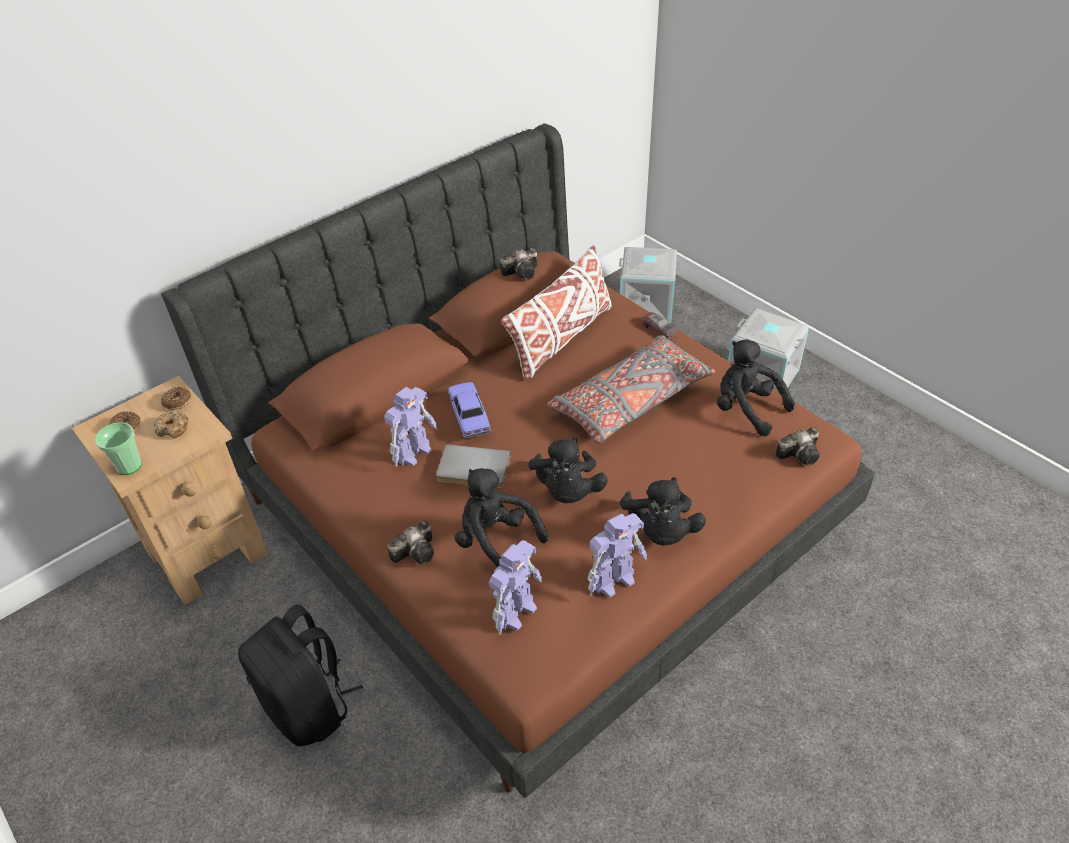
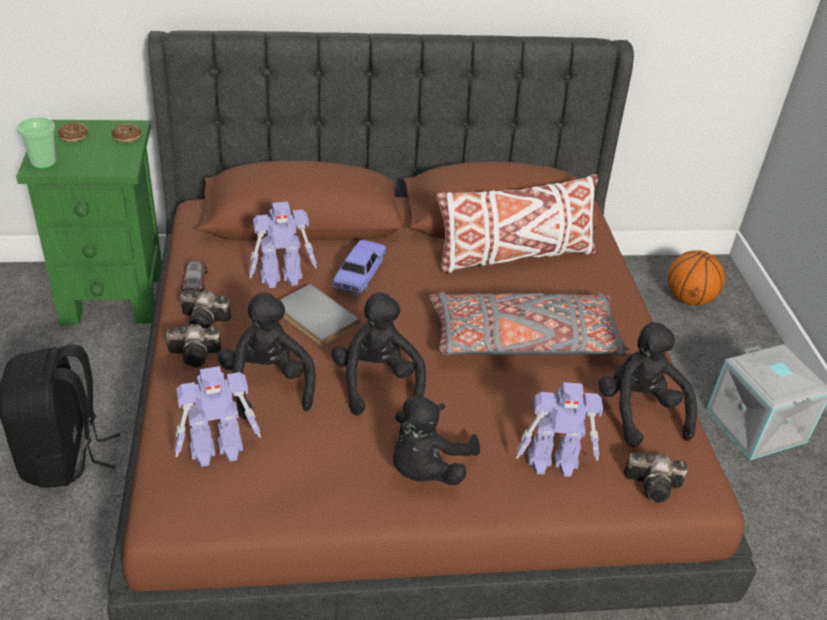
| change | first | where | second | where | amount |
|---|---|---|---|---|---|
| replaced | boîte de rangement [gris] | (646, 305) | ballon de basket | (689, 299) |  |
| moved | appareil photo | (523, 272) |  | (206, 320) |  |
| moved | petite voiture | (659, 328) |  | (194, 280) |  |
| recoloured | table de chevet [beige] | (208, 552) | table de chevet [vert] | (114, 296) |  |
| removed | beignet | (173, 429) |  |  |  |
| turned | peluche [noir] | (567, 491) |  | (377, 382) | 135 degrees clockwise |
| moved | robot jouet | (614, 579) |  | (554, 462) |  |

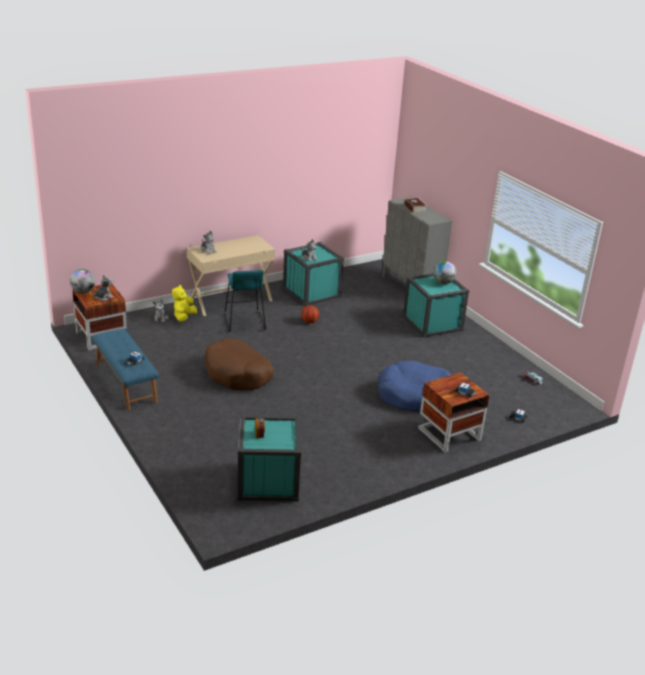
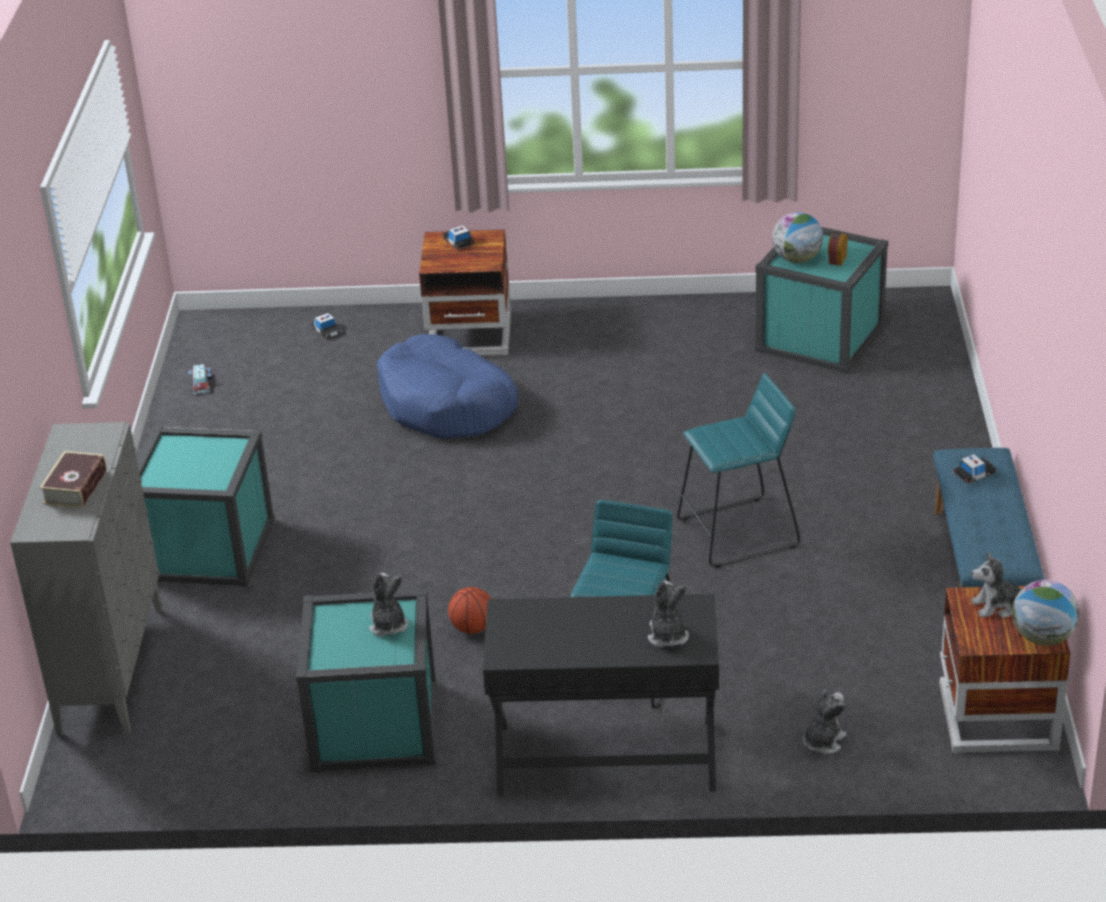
| change | first | where | second | where | amount |
|---|---|---|---|---|---|
| recoloured | bureau [beige] | (230, 300) | bureau [noir] | (606, 758) |  |
| moved | globe | (443, 283) |  | (797, 259) |  |
| removed | peluche [jaune] | (184, 317) |  |  |  |
| replaced | panier pour chien [marron] | (238, 374) | tabouret [turquoise] | (738, 533) |  |

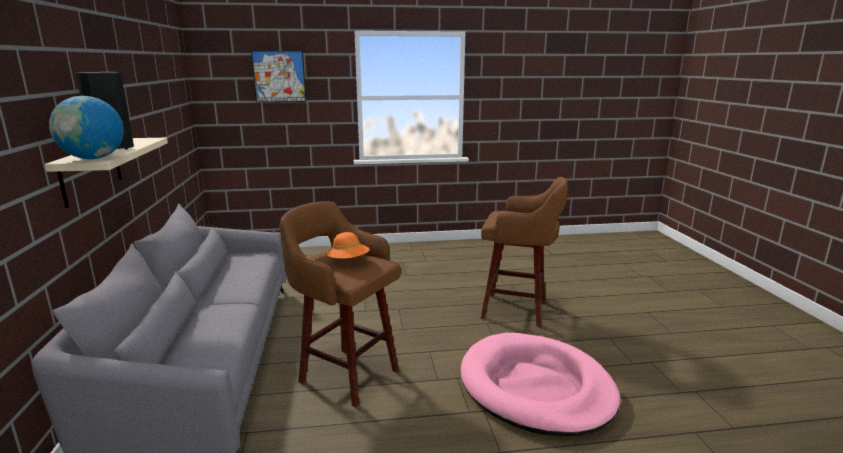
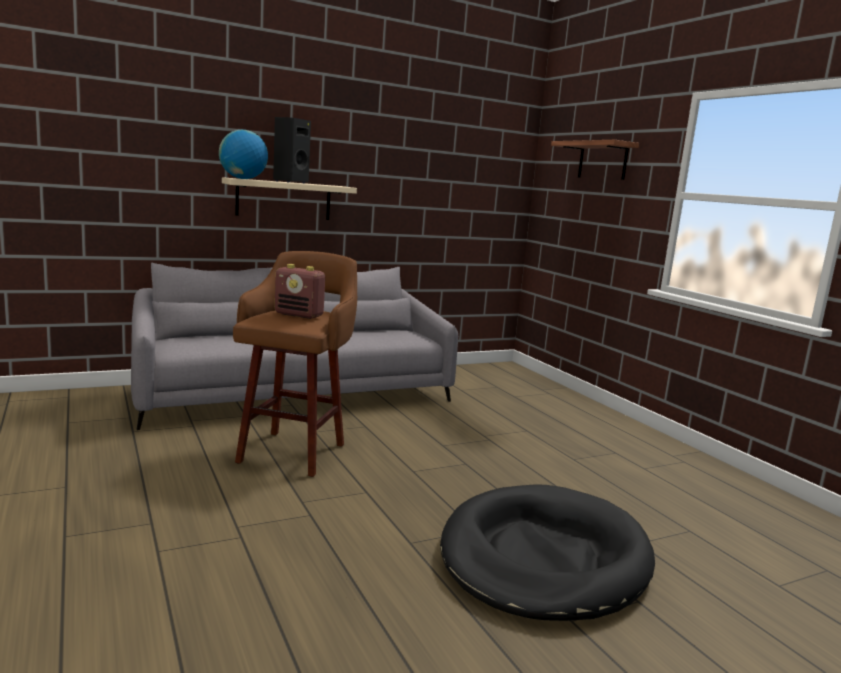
| change | first | where | second | where | amount |
|---|---|---|---|---|---|
| replaced | tableau | (279, 76) | étagère | (602, 161) |  |
| replaced | tabouret [marron] | (517, 311) | panier pour chien [noir] | (544, 558) |  |
| replaced | chapeau [orange] | (348, 261) | radio | (299, 315) |  |
| removed | panier pour chien [rose] | (536, 388) |  |  |  |

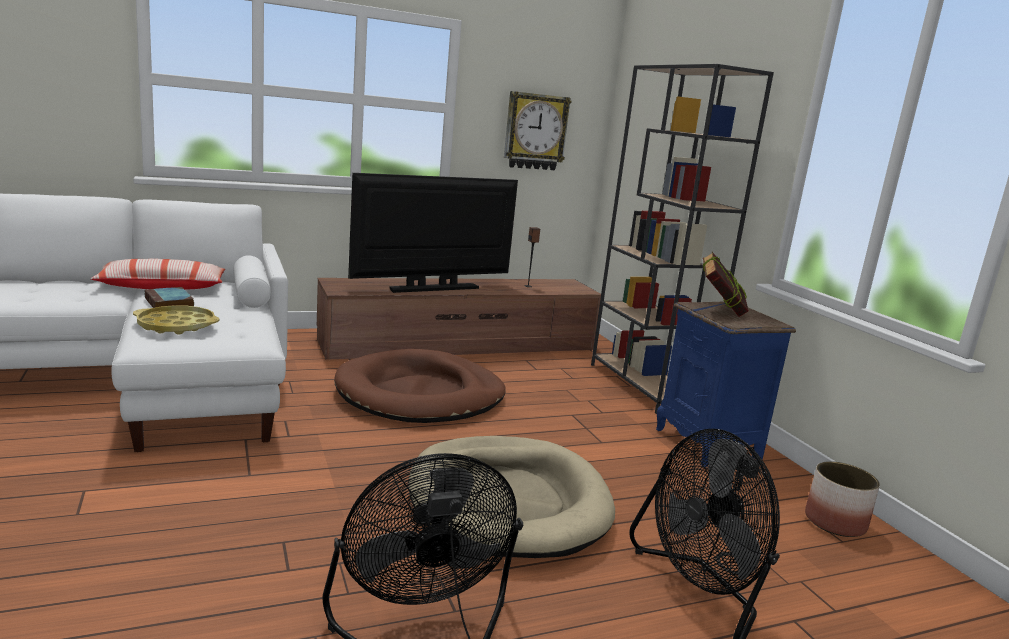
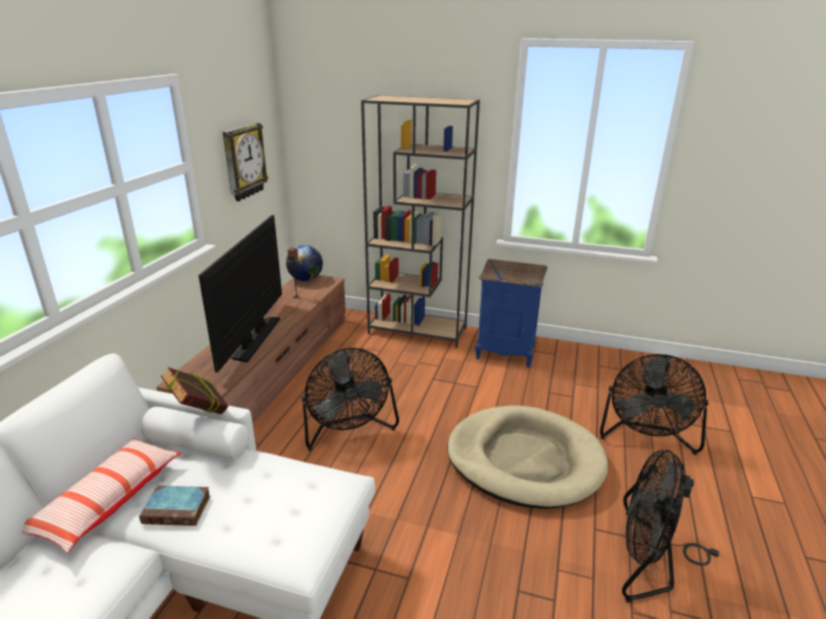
| change | first | where | second | where | amount |
|---|---|---|---|---|---|
| moved | livre | (719, 311) |  | (199, 415) |  |
| removed | plateau [jaune] | (176, 326) |  |  |  |
| replaced | panier pour chien [marron] | (420, 394) | ventilateur [noir] | (344, 429) |  |
| removed | cache-pot | (835, 523) |  |  |  |
| added |  |  | globe | (305, 279) |  |

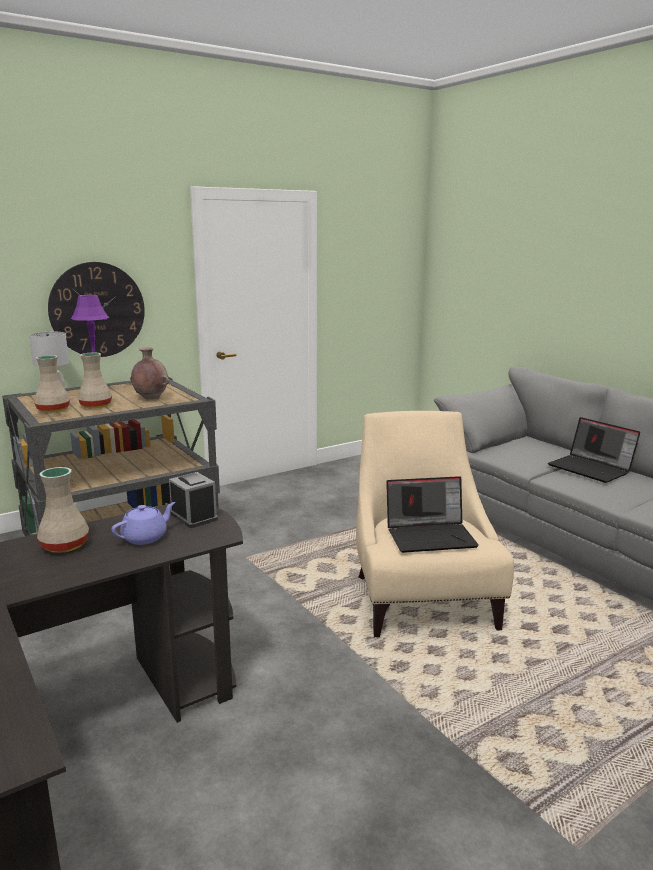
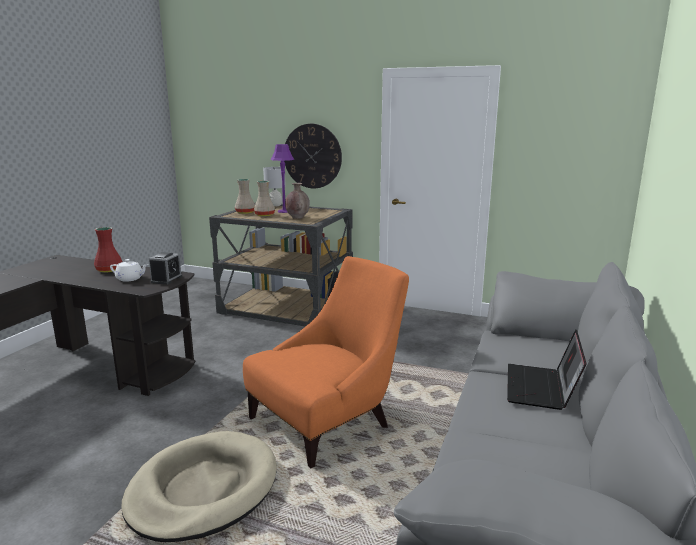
| change | first | where | second | where | amount |
|---|---|---|---|---|---|
| recoloured | fauteuil [beige] | (421, 593) | fauteuil [orange] | (329, 418) |  |
| recoloured | vase [beige] | (65, 545) | vase [rouge] | (110, 270) |  |
| removed | ordinateur portable | (431, 536) |  |  |  |
| recoloured | théière [violet] | (145, 537) | théière [blanc] | (130, 279) |  |
| added |  |  | panier pour chien [beige] | (203, 489) |  |

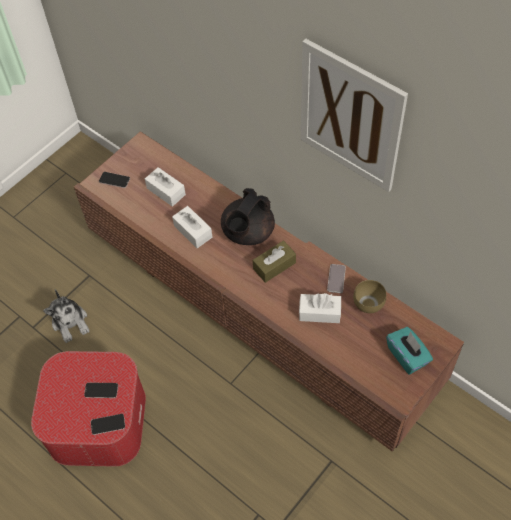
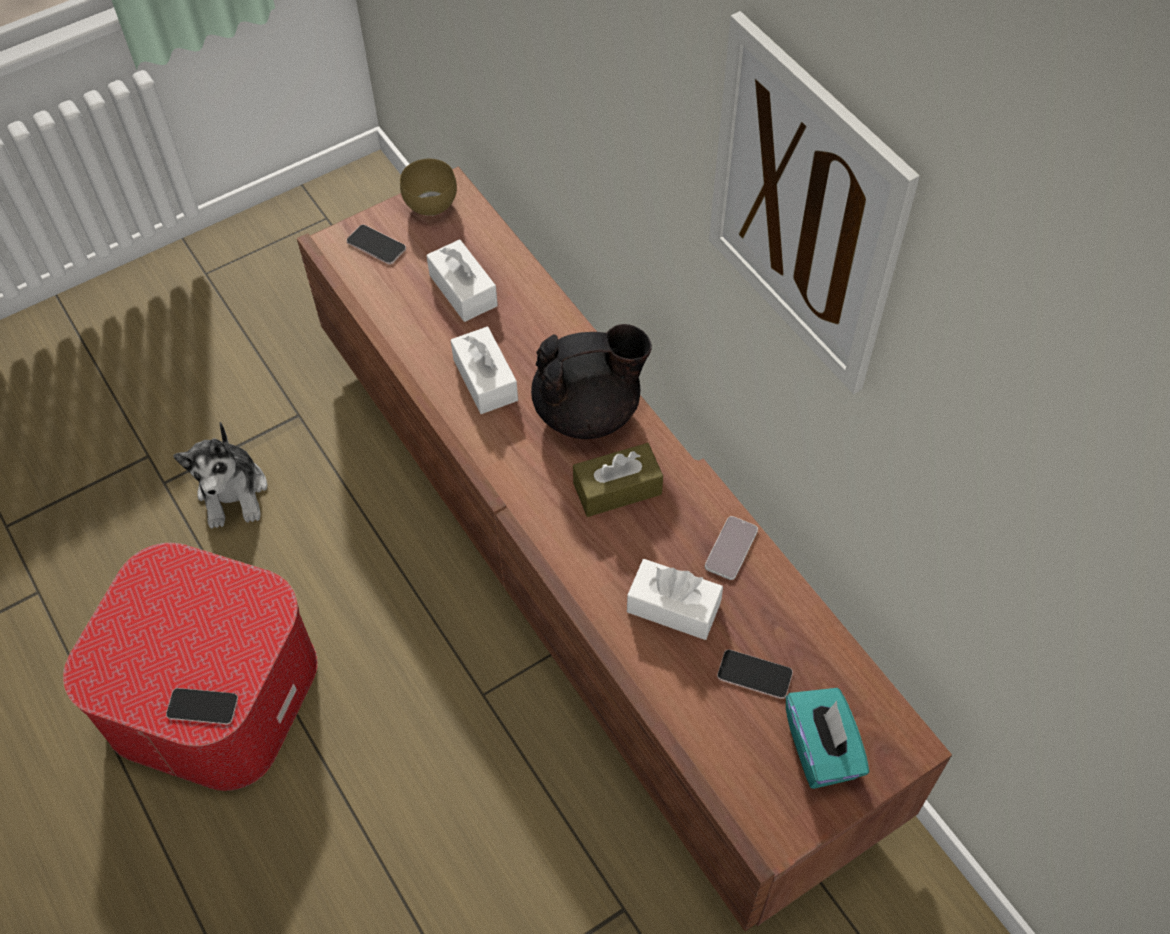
| change | first | where | second | where | amount |
|---|---|---|---|---|---|
| turned | théière [noir] | (247, 233) |  | (588, 410) | 150 degrees counterclockwise |
| moved | bol [marron] | (368, 303) |  | (431, 203) |  |
| moved | téléphone | (101, 390) |  | (754, 674) |  |

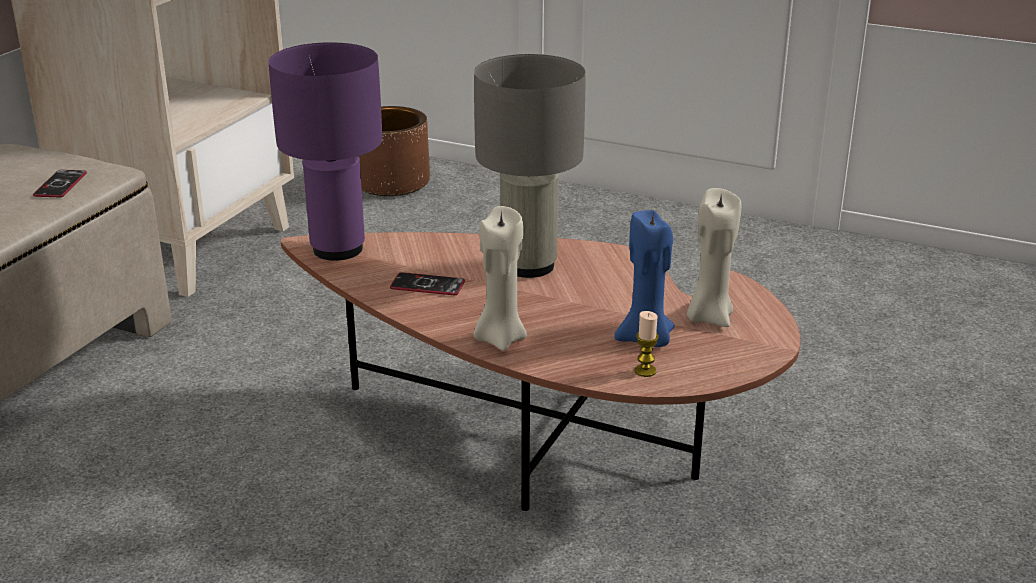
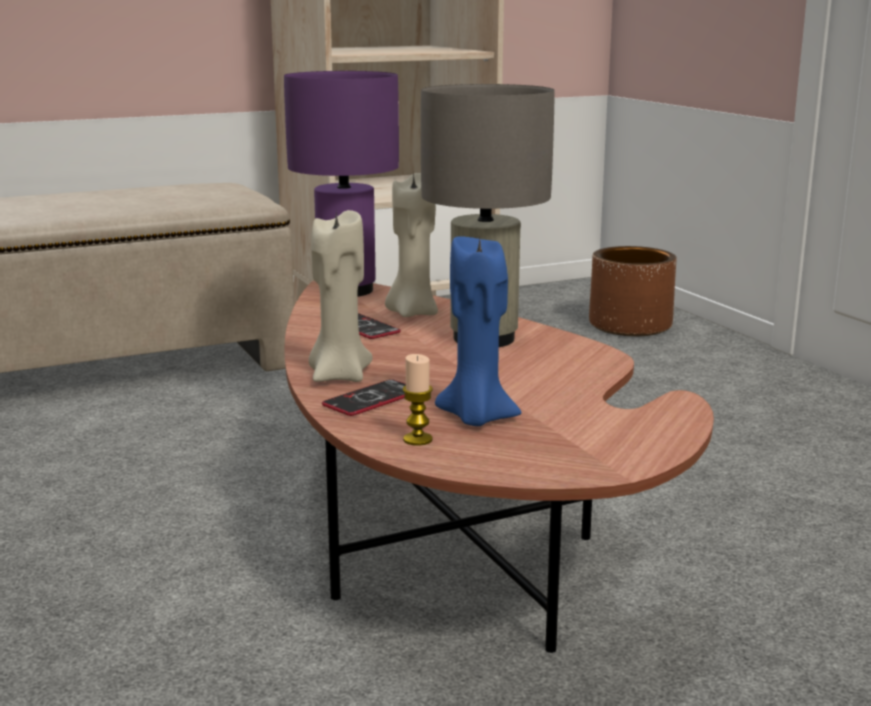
| change | first | where | second | where | amount |
|---|---|---|---|---|---|
| moved | téléphone | (60, 185) |  | (371, 399) |  |
| moved | bougie [beige] | (709, 317) |  | (412, 313) |  |

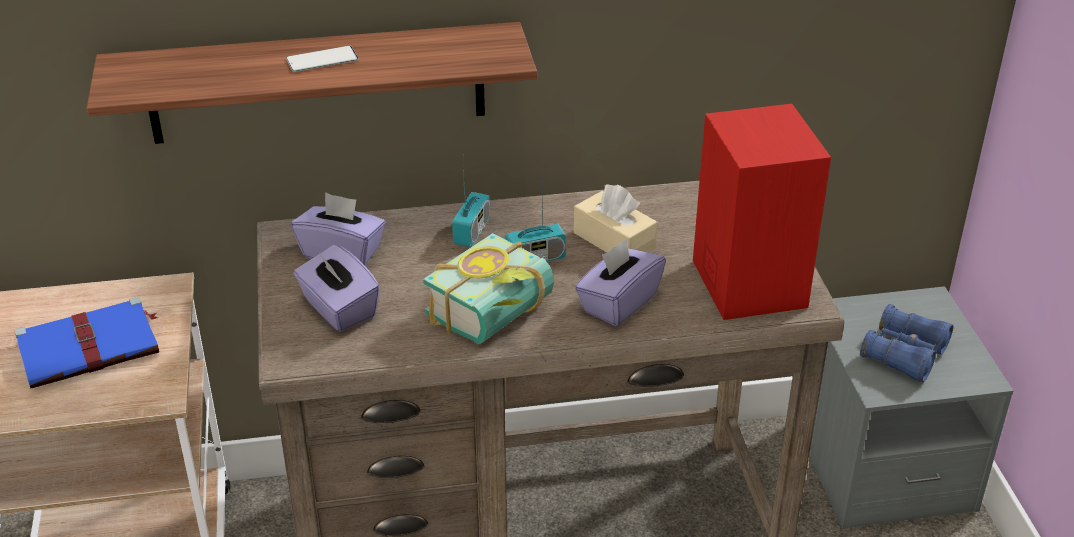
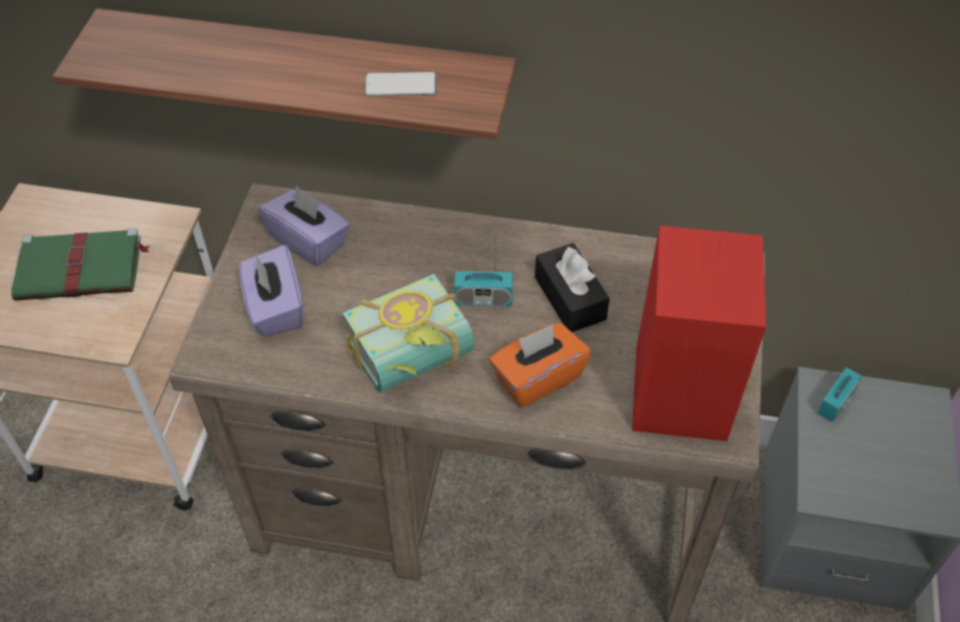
| change | first | where | second | where | amount |
|---|---|---|---|---|---|
| moved | téléphone | (322, 59) |  | (401, 85) |  |
| moved | radio | (472, 232) |  | (836, 402) |  |
| recoloured | boîte à mouchoirs [beige] | (614, 241) | boîte à mouchoirs [noir] | (570, 298) |  |
| recoloured | boîte à mouchoirs [violet] | (618, 303) | boîte à mouchoirs [orange] | (537, 378) |  |
| recoloured | livre [bleu] | (91, 347) | livre [vert] | (82, 268) |  |
| removed | jumelles [bleu] | (904, 354) |  |  |  |

